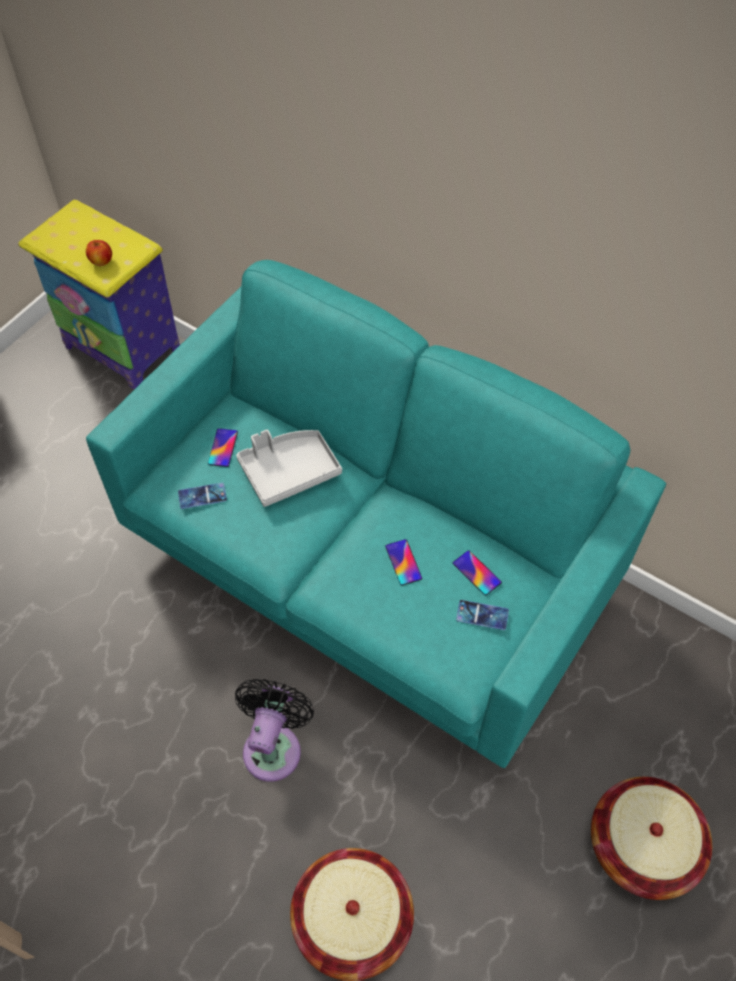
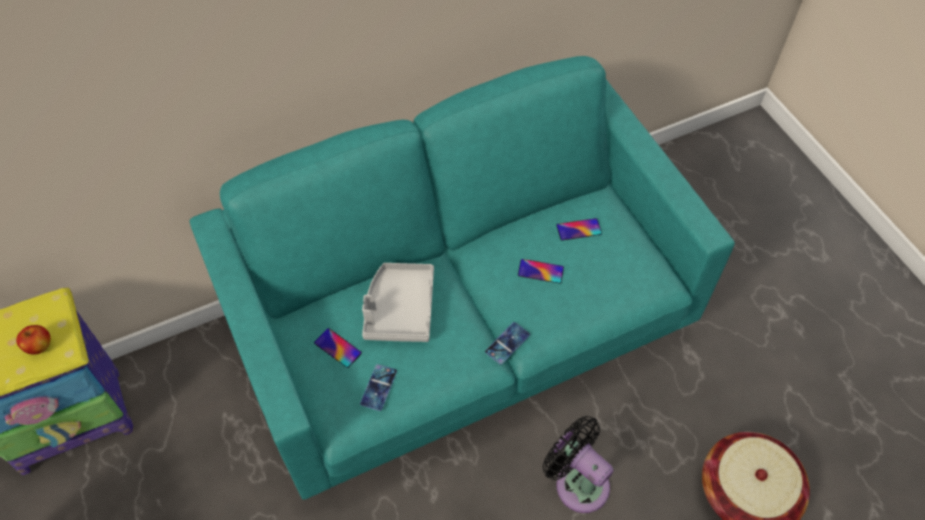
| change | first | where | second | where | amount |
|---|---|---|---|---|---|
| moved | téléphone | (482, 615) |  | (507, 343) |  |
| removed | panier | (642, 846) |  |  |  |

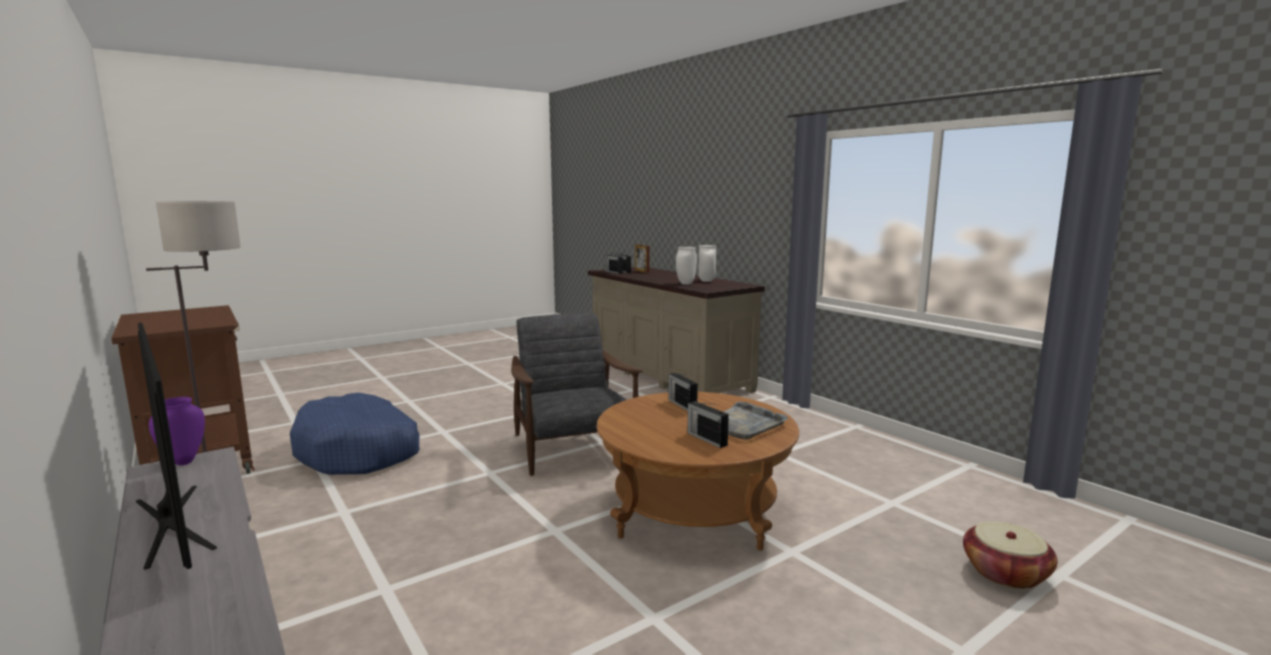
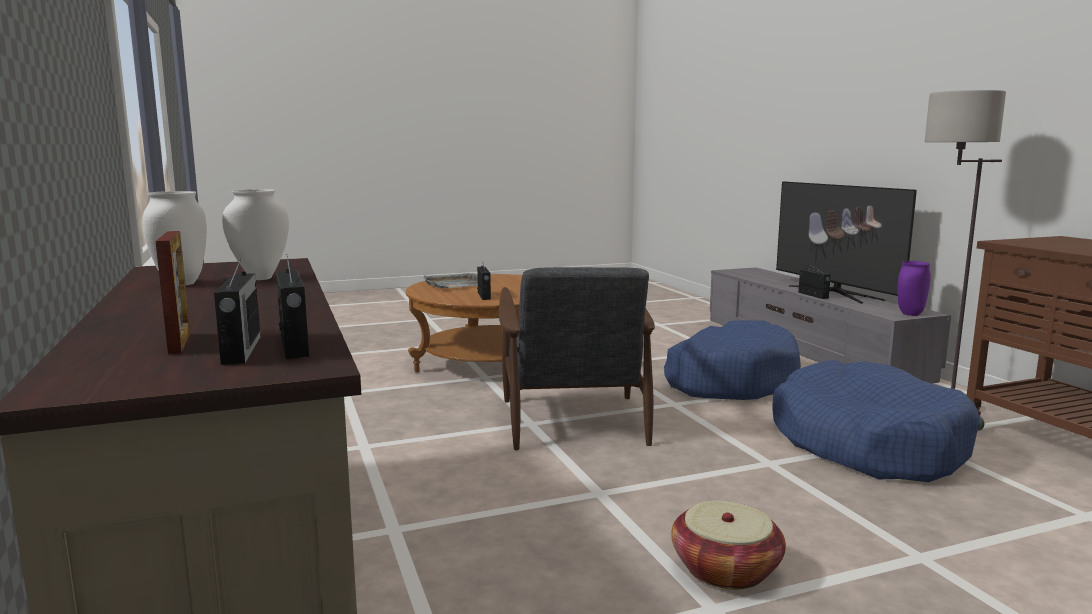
| change | first | where | second | where | amount |
|---|---|---|---|---|---|
| moved | radio | (706, 438) |  | (813, 295) |  |
| moved | panier | (1005, 573) |  | (725, 569) |  |
| added |  |  | panier pour chien [bleu] | (730, 380) |  |

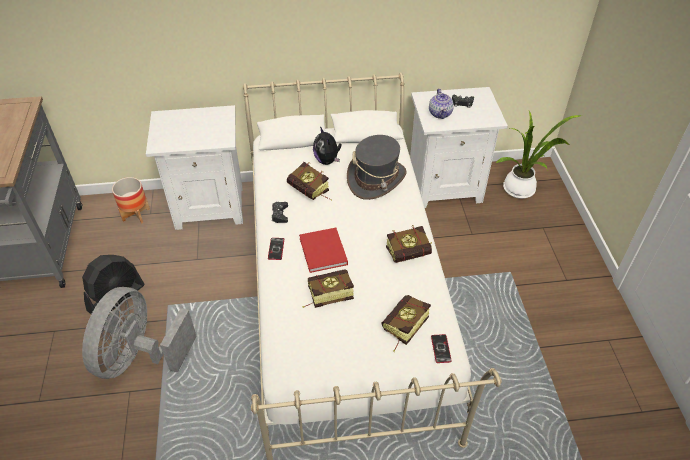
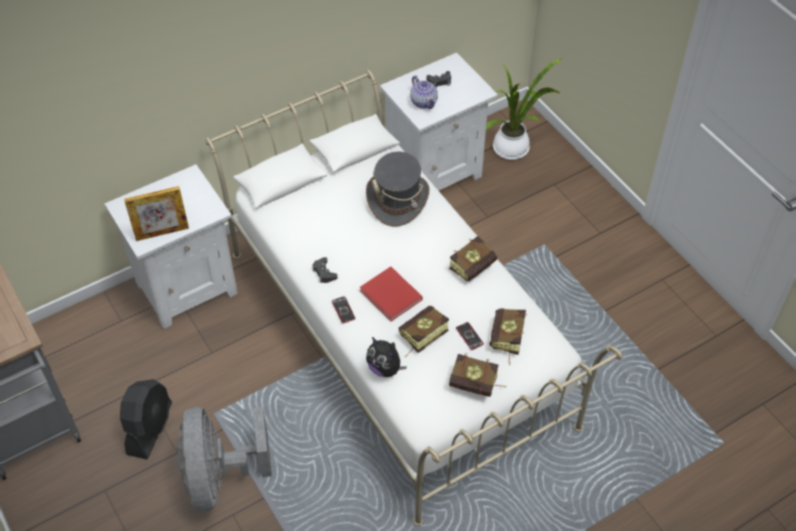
| change | first | where | second | where | amount |
|---|---|---|---|---|---|
| moved | peluche | (327, 160) |  | (385, 368) |  |
| moved | livre | (311, 193) |  | (478, 386) |  |
| removed | cache-pot | (136, 215) |  |  |  |
| moved | téléphone | (441, 349) |  | (469, 336) |  |
| added |  |  | cadre photo | (162, 233) |  |

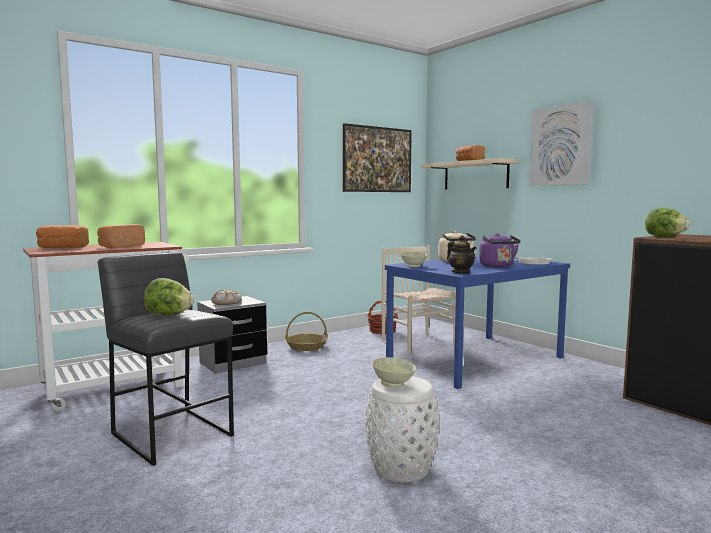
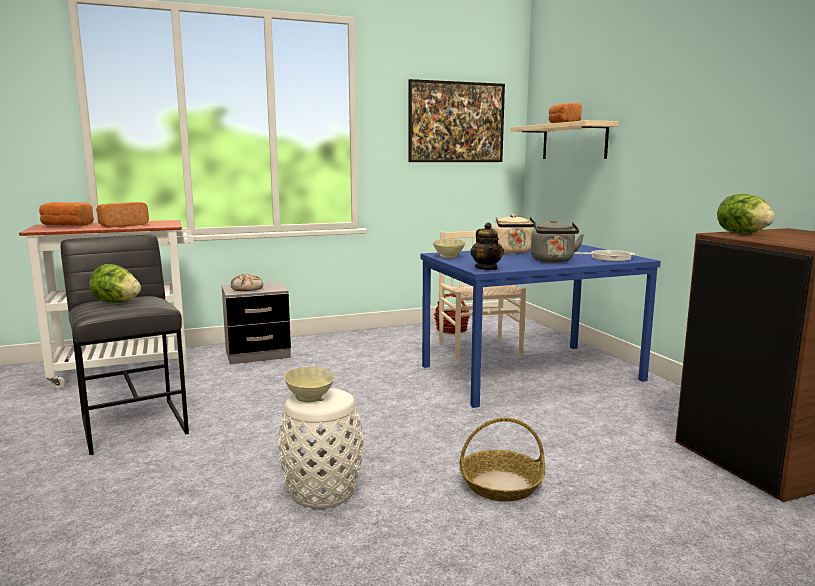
| change | first | where | second | where | amount |
|---|---|---|---|---|---|
| removed | tableau | (561, 146) |  |  |  |
| recoloured | bouilloire [violet] | (497, 266) | bouilloire [gris] | (553, 261) |  |
| moved | panier | (306, 346) |  | (501, 485) |  |

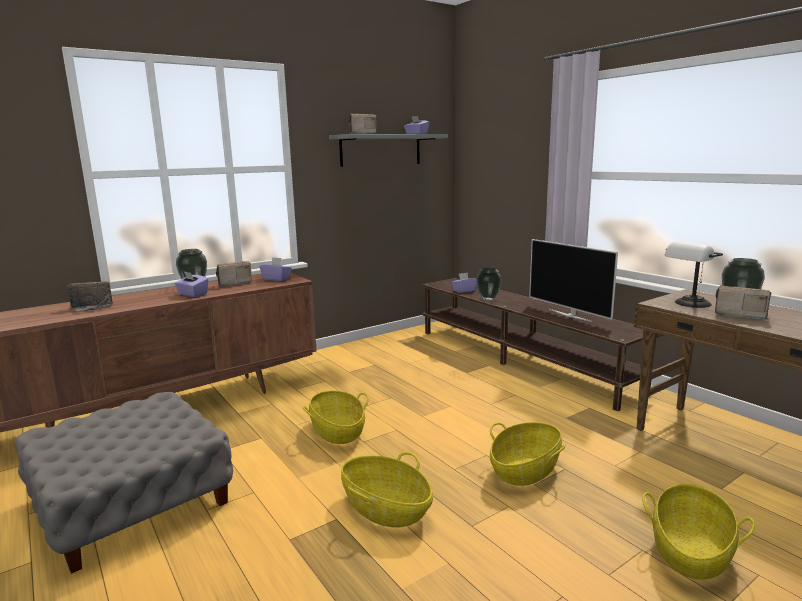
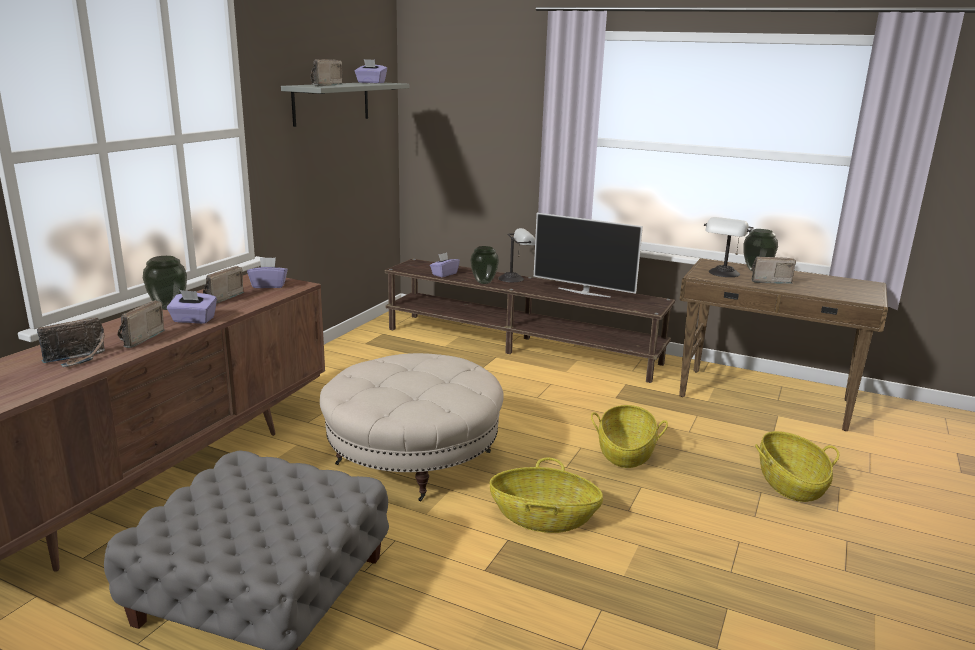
| change | first | where | second | where | amount |
|---|---|---|---|---|---|
| replaced | panier | (337, 431) | pouf [beige] | (413, 458) |  |
| added |  |  | lampe de table | (516, 278) |  |
| added |  |  | radio | (137, 339) |  |

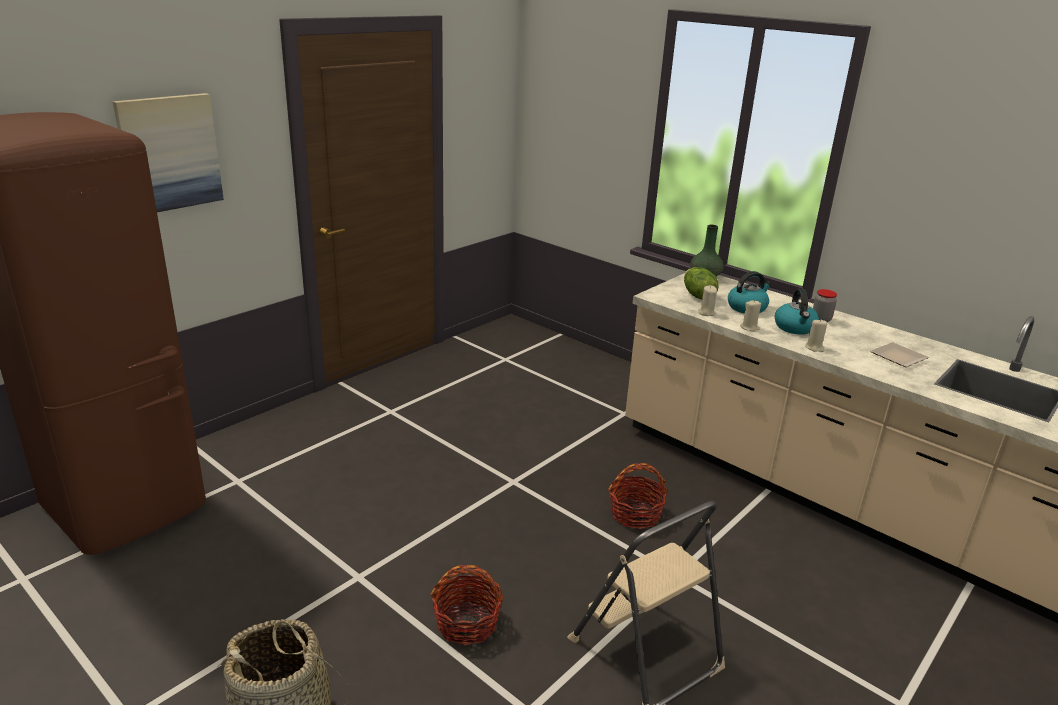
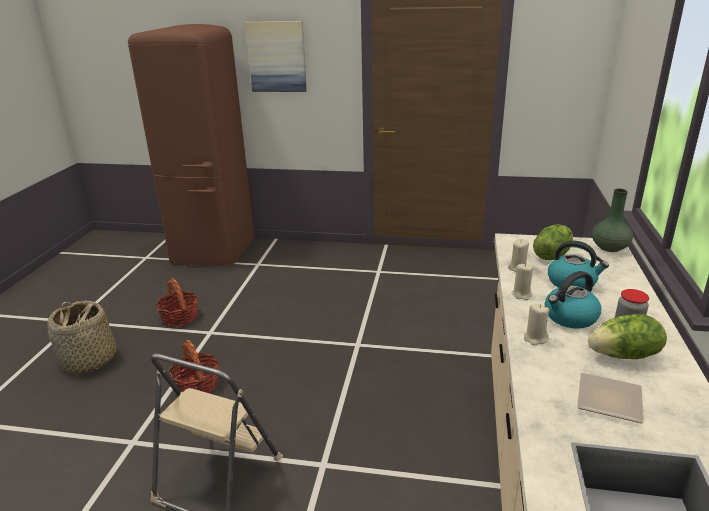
| change | first | where | second | where | amount |
|---|---|---|---|---|---|
| moved | panier | (635, 514) |  | (180, 317) |  |
| added |  |  | laitue | (624, 355) |  |

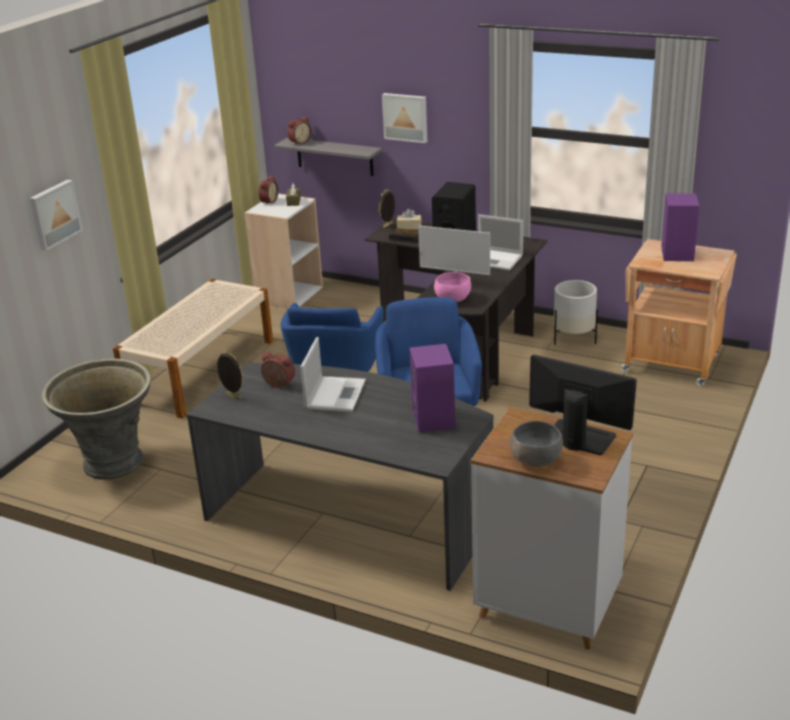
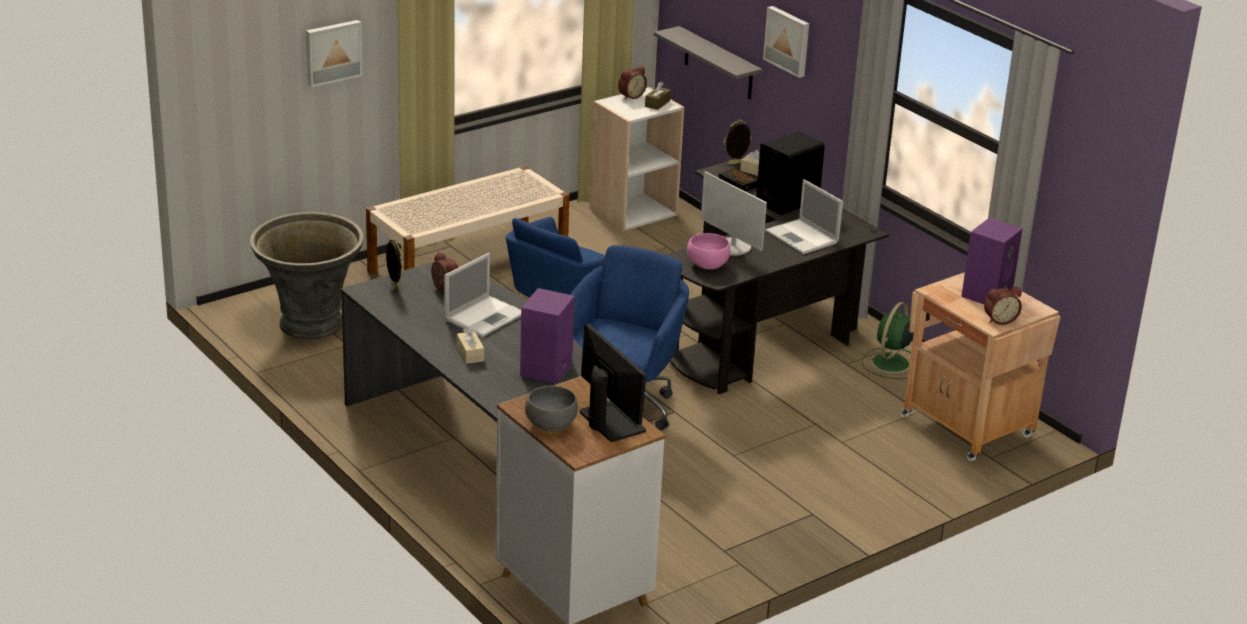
| change | first | where | second | where | amount |
|---|---|---|---|---|---|
| moved | réveil | (299, 142) |  | (999, 320) |  |
| replaced | cache-pot [blanc] | (574, 339) | ventilateur [vert] | (890, 364) |  |
| added |  |  | boîte à mouchoirs [beige] | (470, 354) |  |

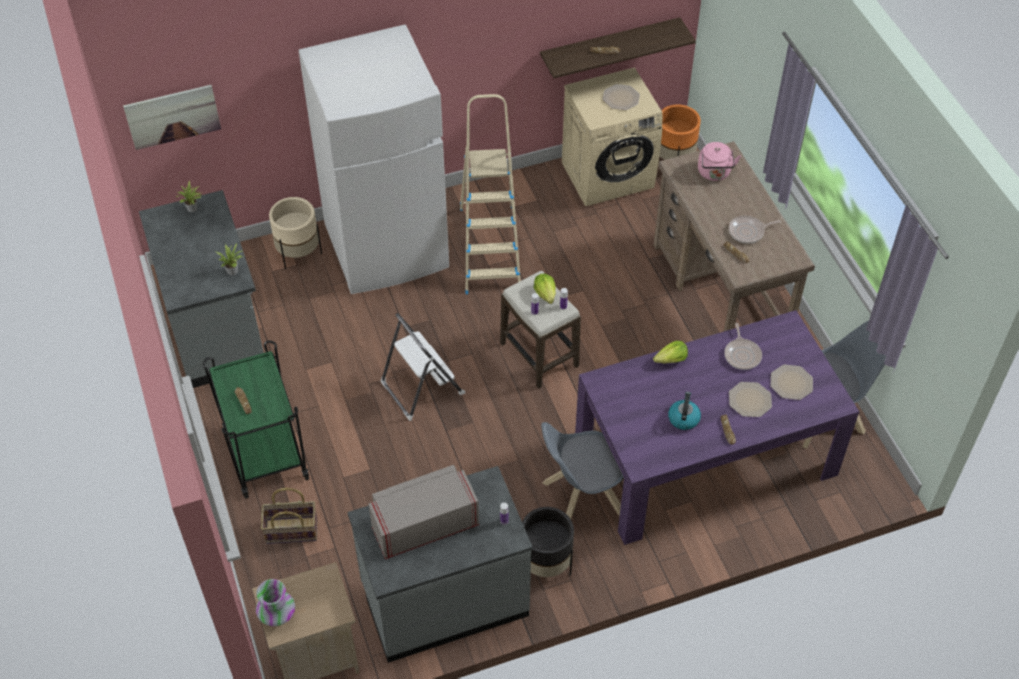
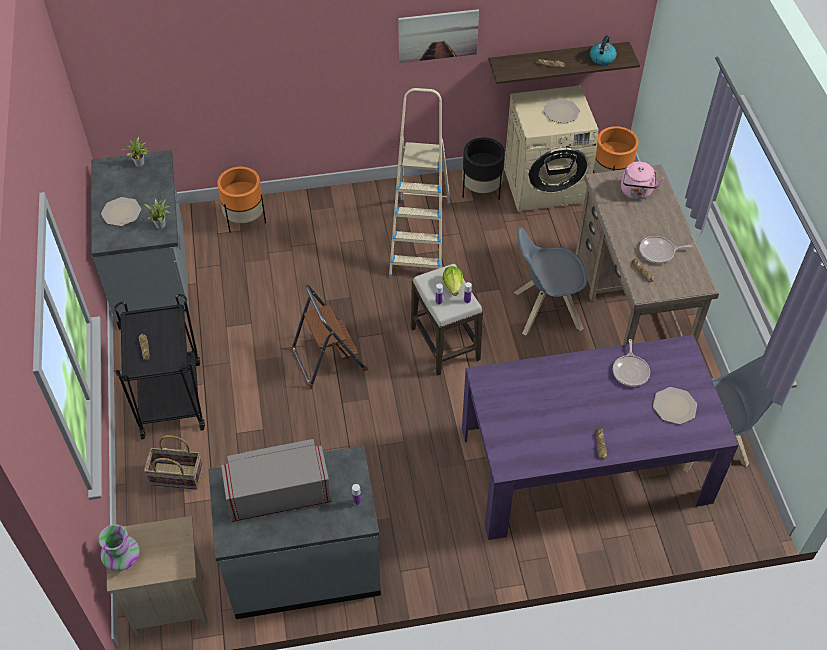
| change | first | where | second | where | amount |
|---|---|---|---|---|---|
| removed | réfrigérateur [blanc] | (386, 246) |  |  |  |
| moved | tableau | (172, 116) |  | (438, 35) |  |
| recoloured | cache-pot [beige] | (298, 253) | cache-pot [orange] | (245, 220) |  |
| recoloured | escabeau [blanc] | (419, 388) | escabeau [marron] | (326, 359) |  |
| recoloured | chariot [vert] | (265, 451) | chariot [noir] | (171, 397) |  |
| removed | laitue | (671, 360) |  |  |  |
| moved | assiette | (749, 400) |  | (121, 212) |  |
| moved | bouilloire | (683, 418) |  | (602, 58) |  |
| moved | chaise [gris] | (581, 500) |  | (545, 310) |  |
| moved | cache-pot [noir] | (545, 564) |  | (481, 191) |  |

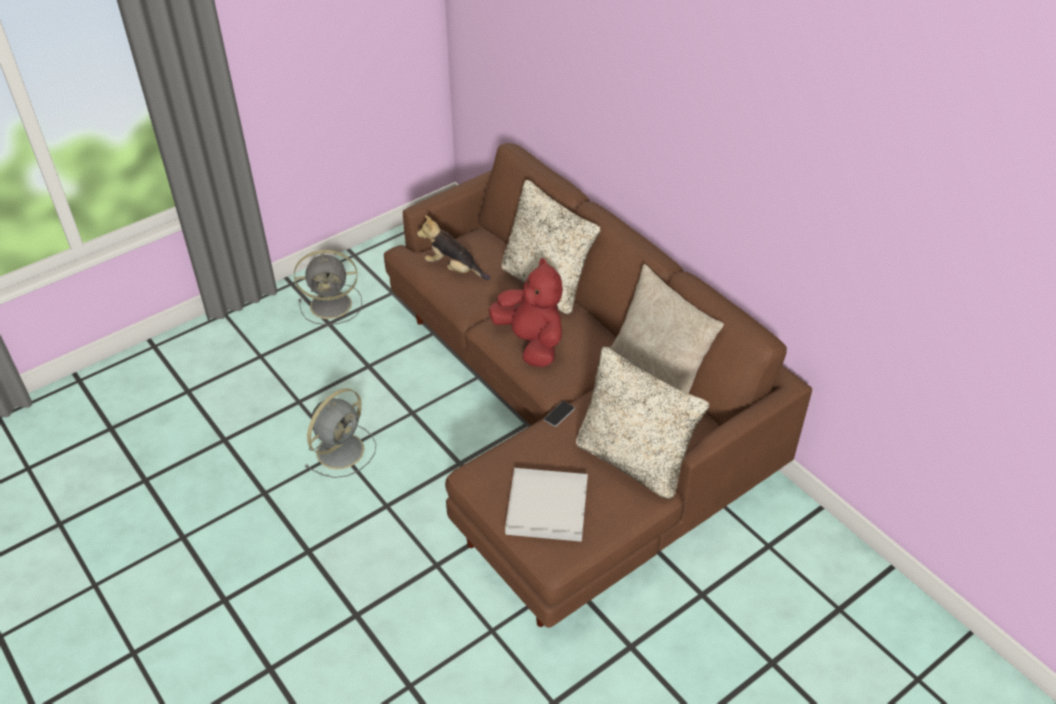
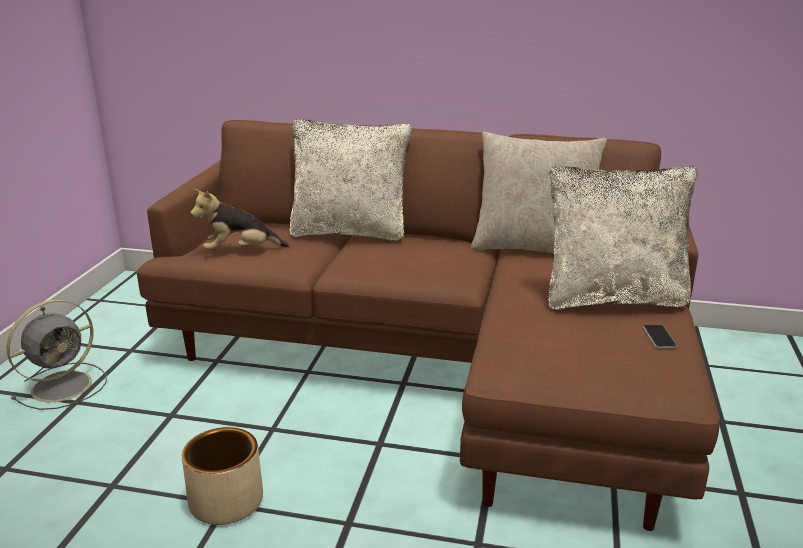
| change | first | where | second | where | amount |
|---|---|---|---|---|---|
| removed | peluche [rouge] | (531, 342) |  |  |  |
| replaced | ventilateur [gris] | (342, 449) | cache-pot [beige] | (226, 501) |  |
| moved | téléphone | (559, 414) |  | (659, 337) |  |
| removed | plateau [blanc] | (547, 507) |  |  |  |

